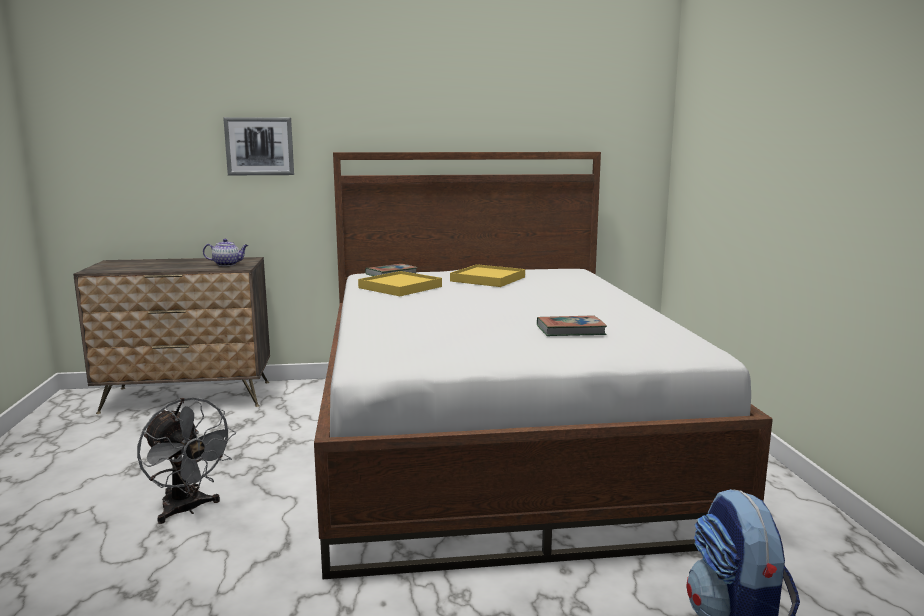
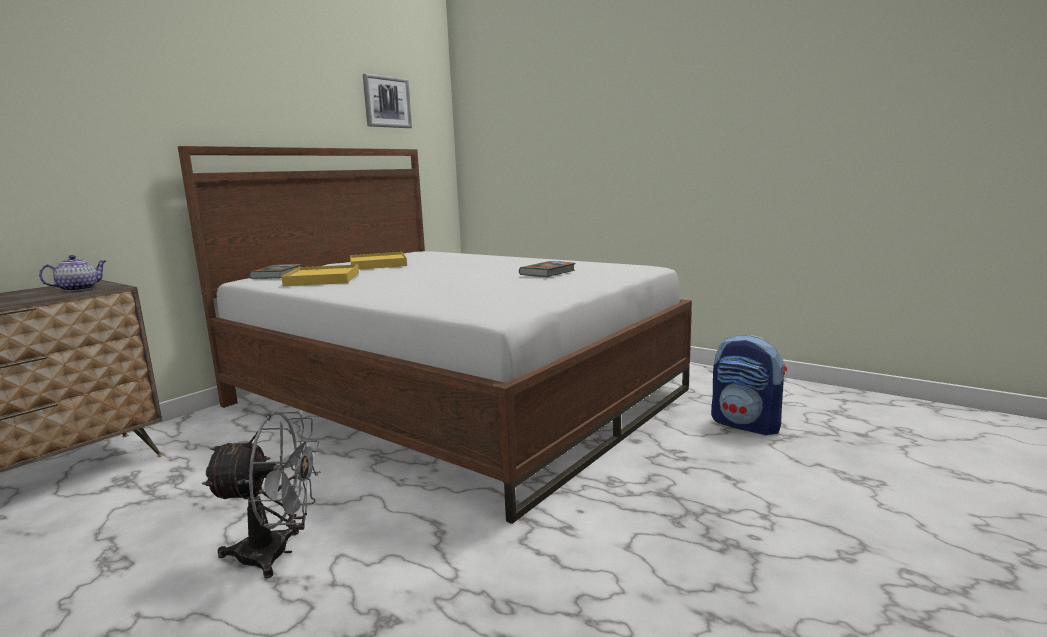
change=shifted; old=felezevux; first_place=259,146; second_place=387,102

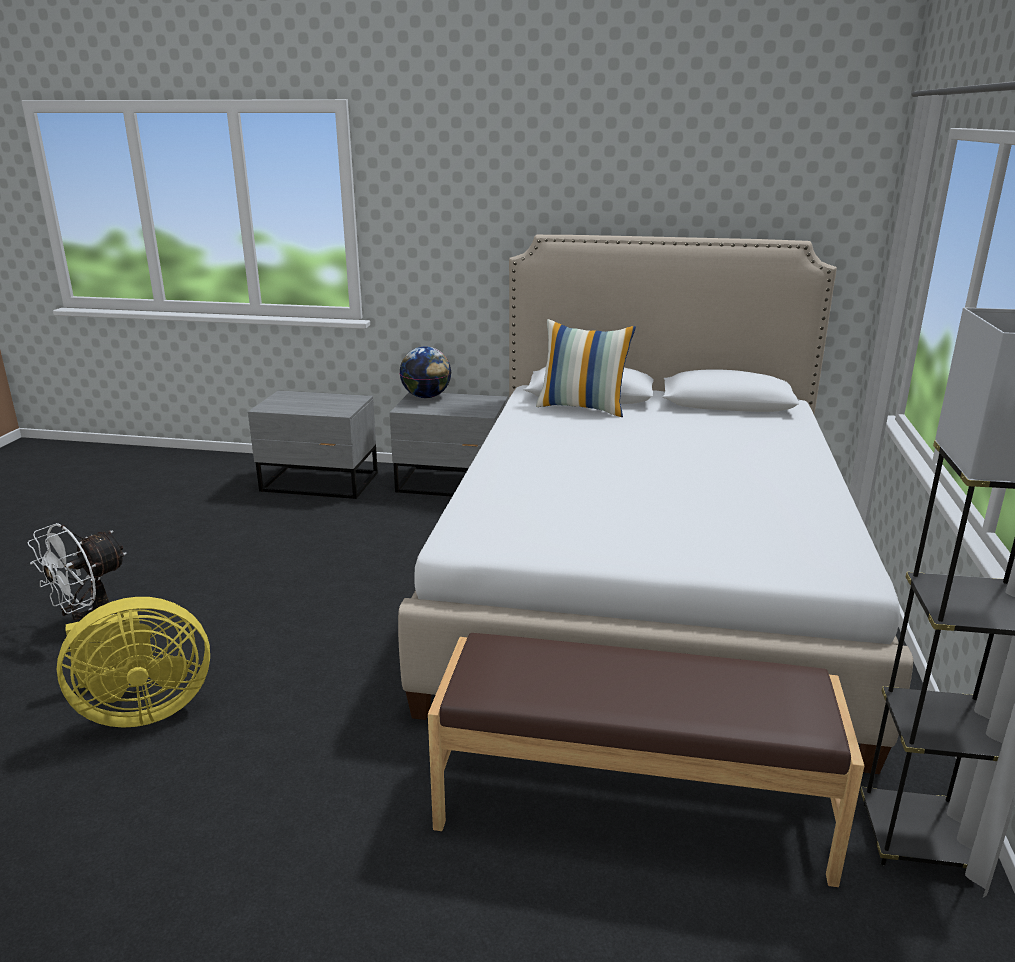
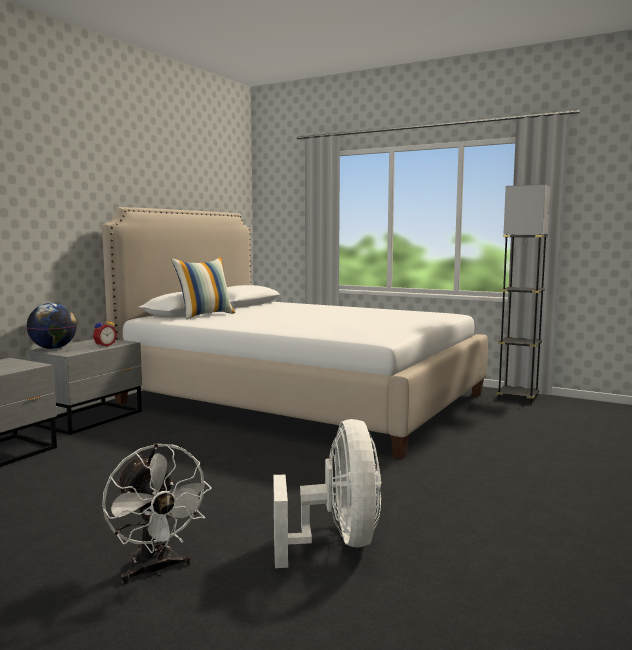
change=gone; old=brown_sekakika; first_place=631,806
change=new; new=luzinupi; second_place=104,346
change=repainted; old=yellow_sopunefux; new=white_sopunefux; first_place=141,710; second_place=337,542

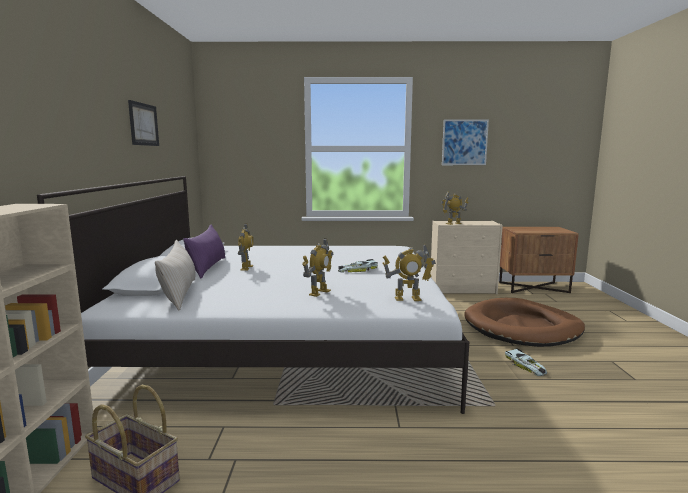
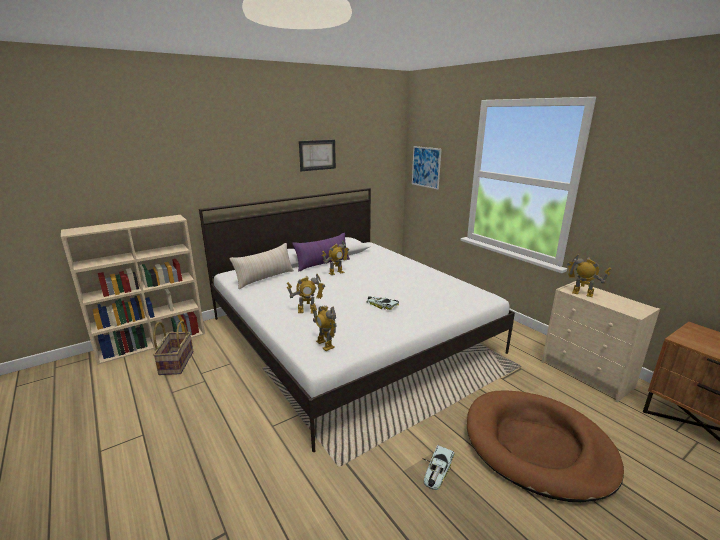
change=shifted; old=felezevux; first_place=464,142; second_place=426,167

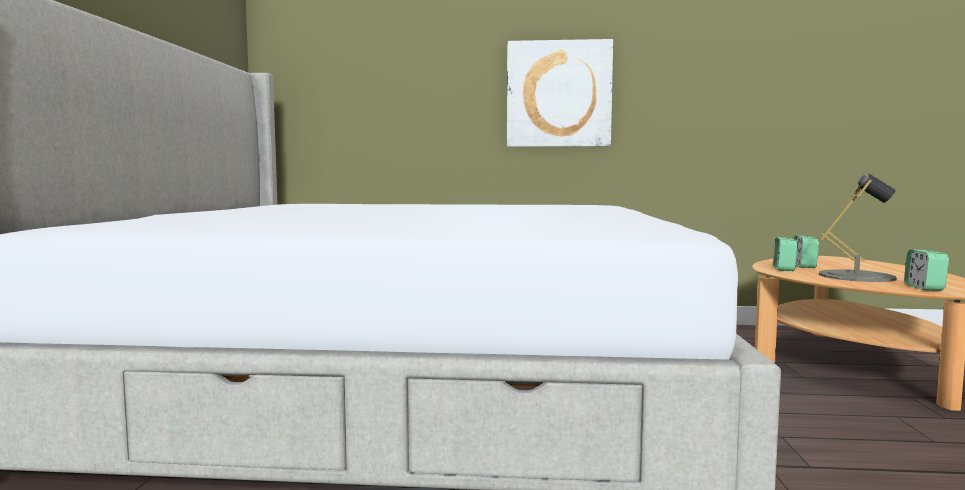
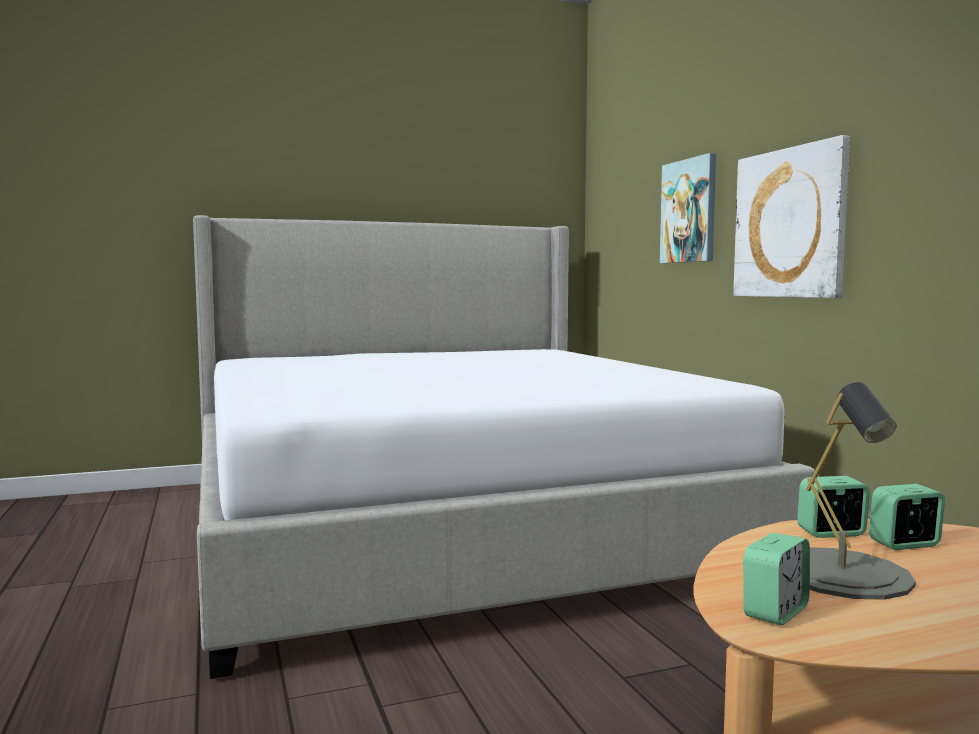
change=new; new=felezevux; second_place=689,211
change=rotated; old=luzinupi; first_place=924,288; second_place=775,611; degrees=150

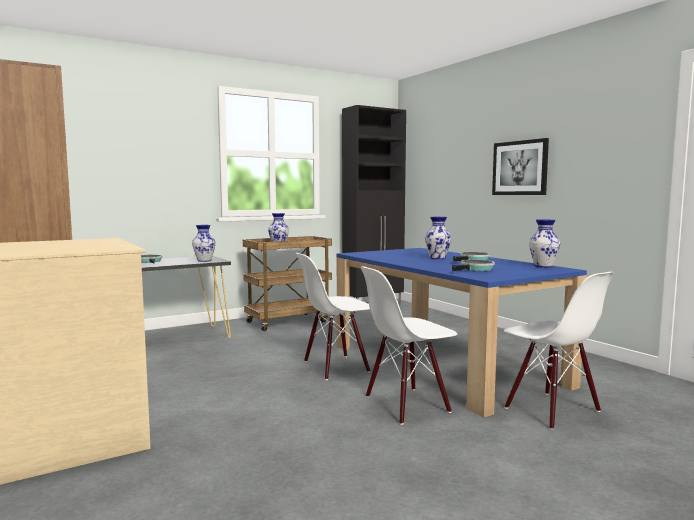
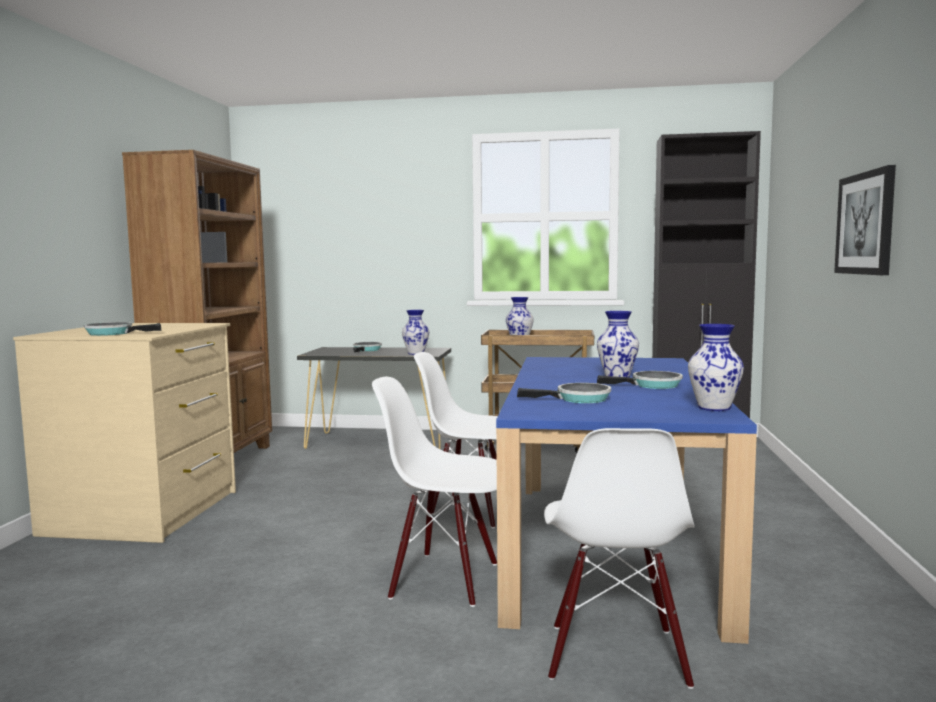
change=new; new=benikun; second_place=113,333

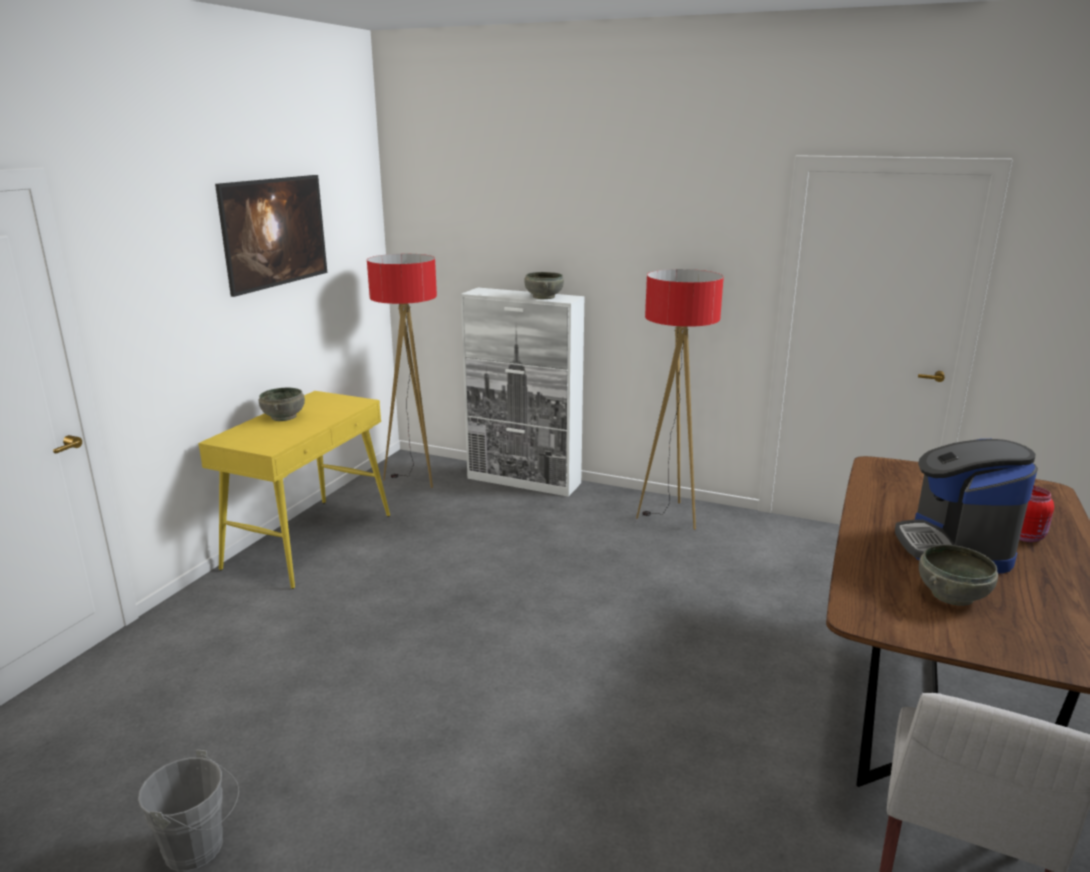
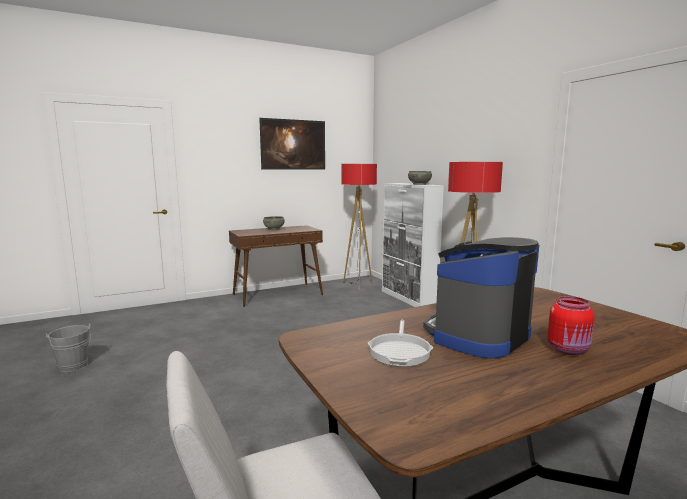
change=swapped; old=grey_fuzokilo; new=benikun; first_place=951,594; second_place=400,351
change=repainted; old=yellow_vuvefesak; new=brown_vuvefesak; first_place=310,540; second_place=278,294

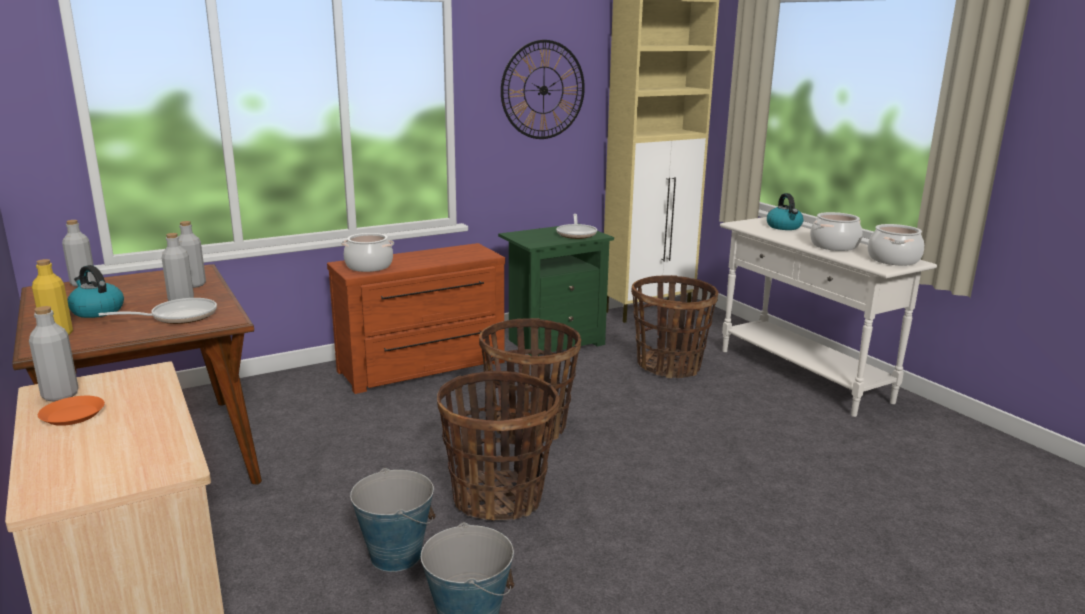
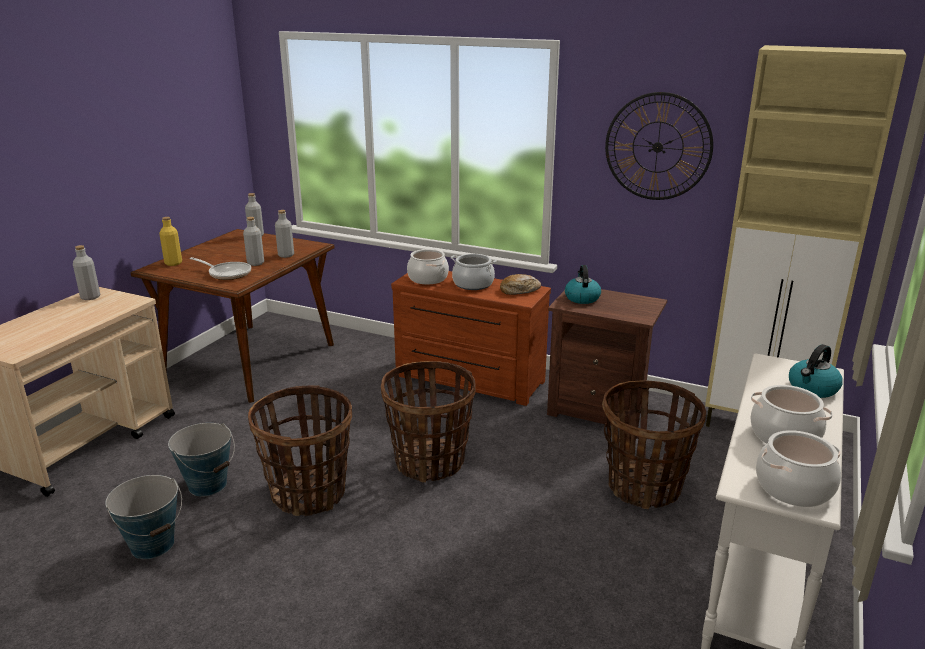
change=gone; old=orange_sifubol; first_place=73,415
change=gone; old=benikun; first_place=576,234
change=new; new=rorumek; second_place=473,284
change=new; new=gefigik; second_place=519,290
change=shifted; old=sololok; first_place=97,311; second_place=581,298
change=repainted; old=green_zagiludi; new=brown_zagiludi; first_place=554,342; second_place=600,410

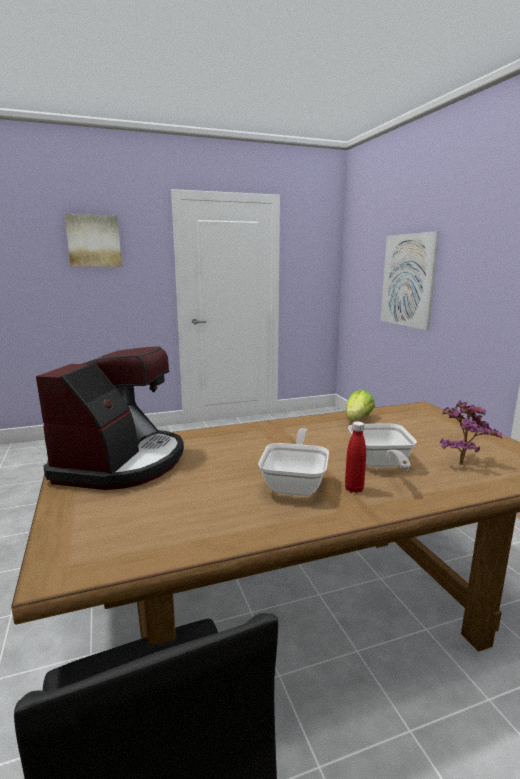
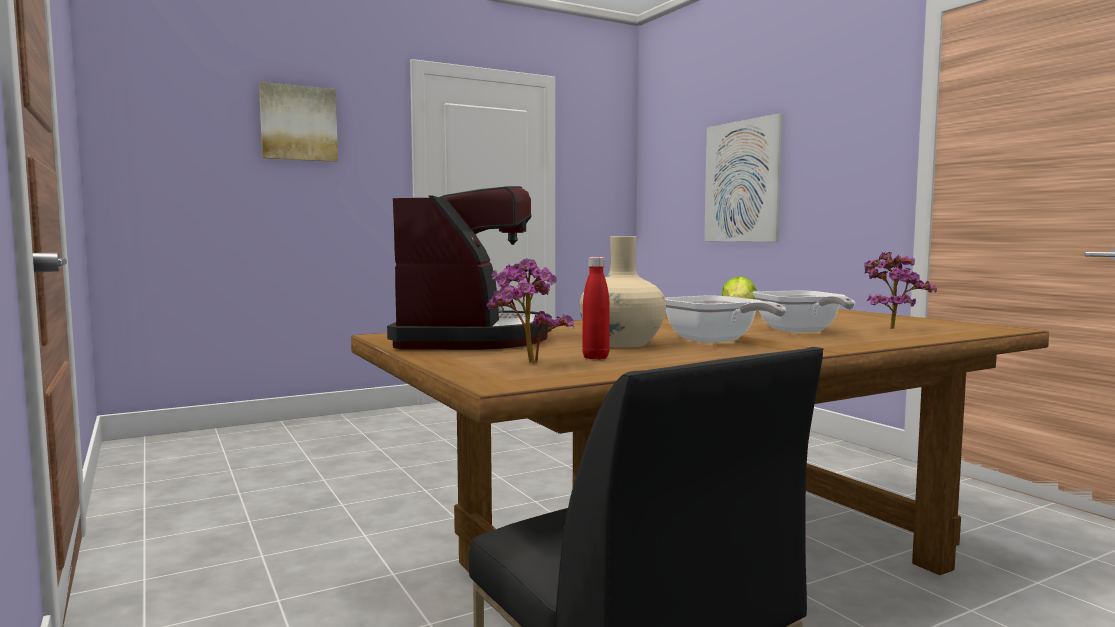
change=new; new=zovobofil; second_place=526,363
change=new; new=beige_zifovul; second_place=622,344
change=shifted; old=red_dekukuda; first_place=354,489; second_place=595,357
change=rotated; old=benikun; first_place=295,483; second_place=715,341; degrees=150

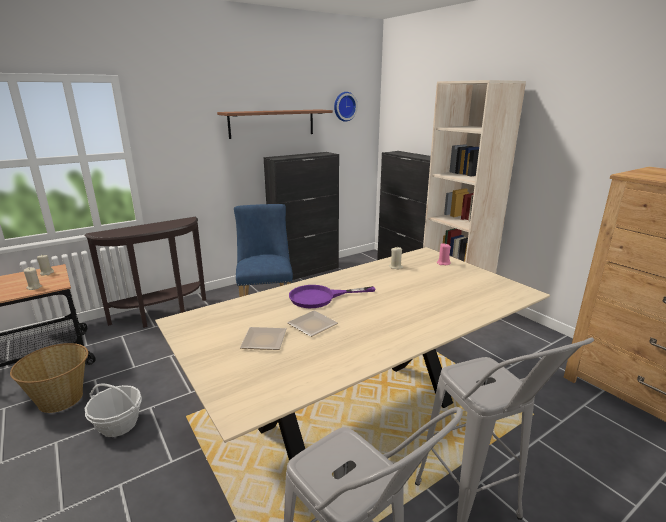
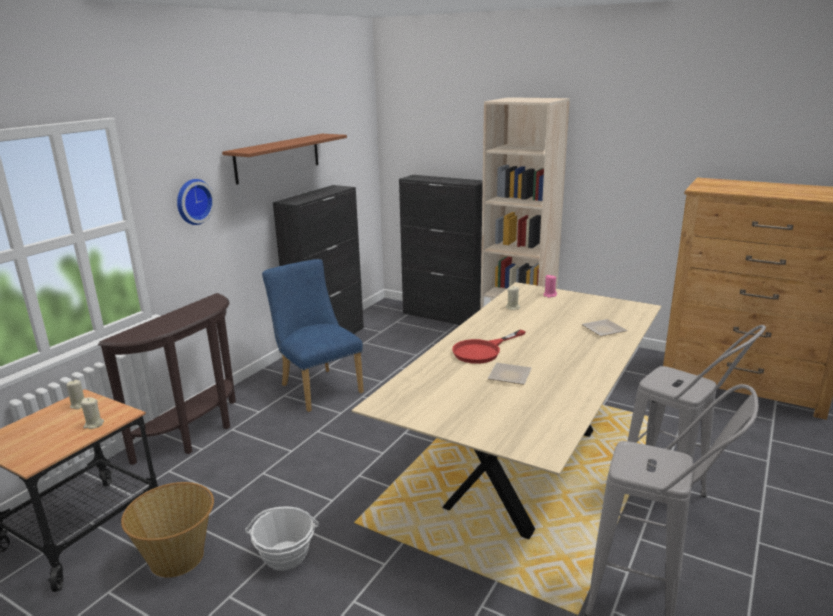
change=shifted; old=sifubol; first_place=262,341; second_place=603,330
change=shifted; old=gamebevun; first_place=344,106; second_place=193,201
change=repainted; old=purple_benikun; new=red_benikun; first_place=320,297; second_place=483,351

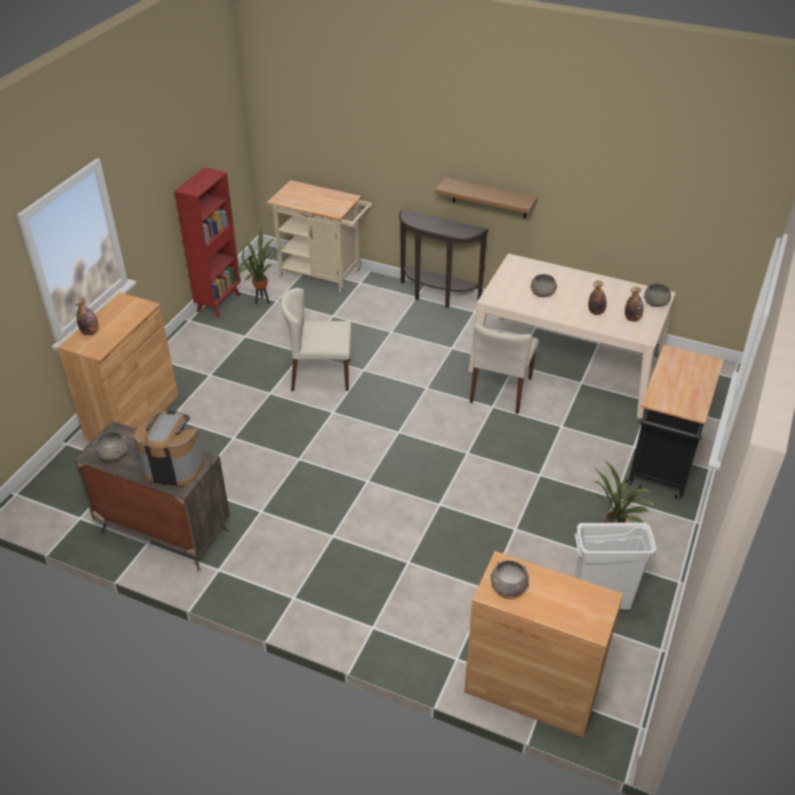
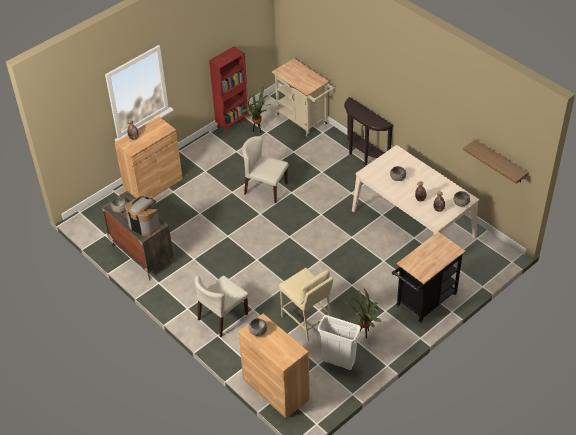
change=new; new=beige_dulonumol; second_place=307,320
change=shifted; old=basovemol; first_place=489,198; second_place=500,162
change=shifted; old=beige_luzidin; first_place=501,390; second_place=222,317

